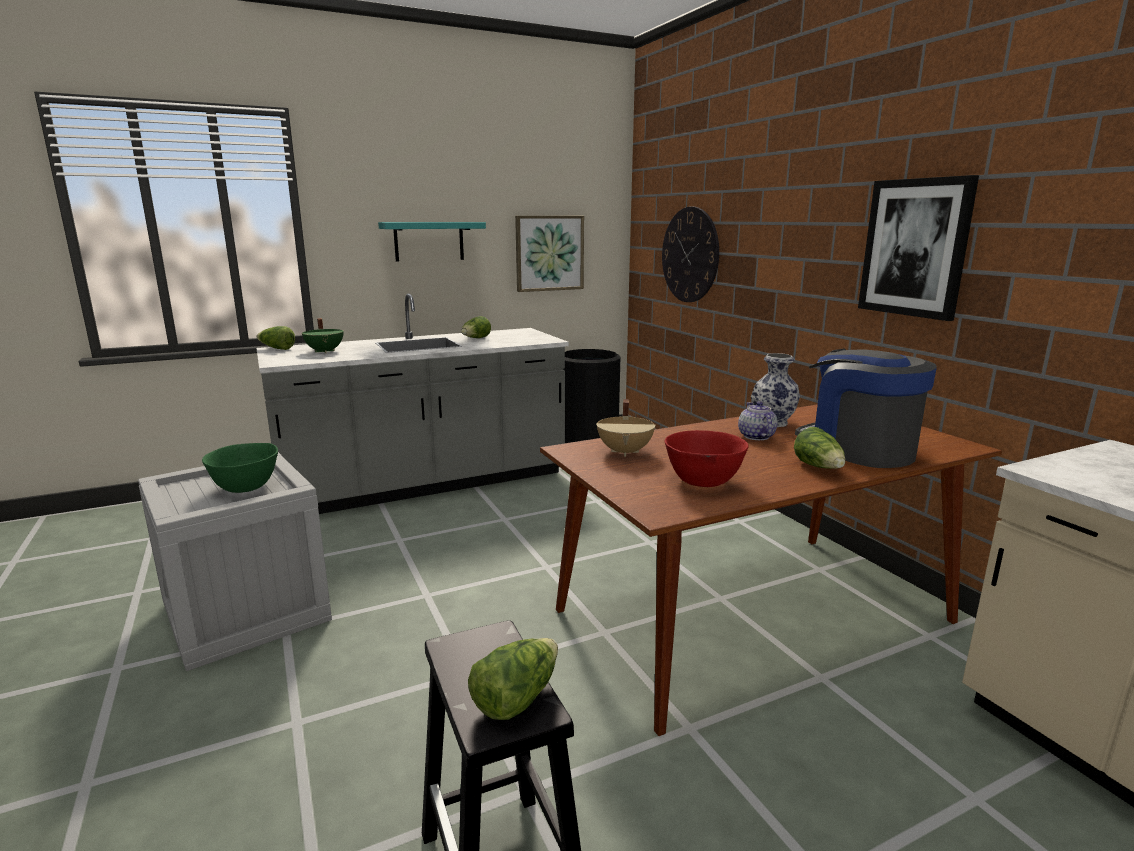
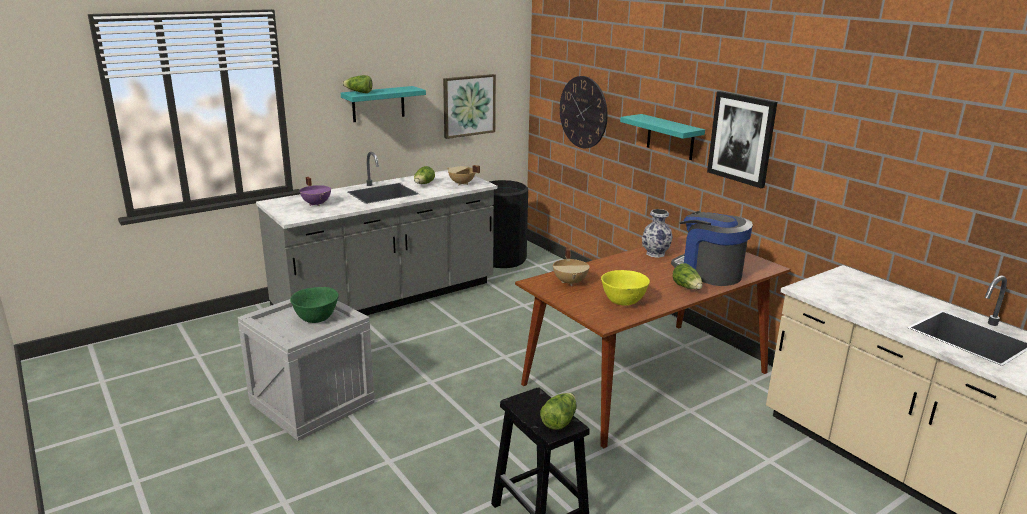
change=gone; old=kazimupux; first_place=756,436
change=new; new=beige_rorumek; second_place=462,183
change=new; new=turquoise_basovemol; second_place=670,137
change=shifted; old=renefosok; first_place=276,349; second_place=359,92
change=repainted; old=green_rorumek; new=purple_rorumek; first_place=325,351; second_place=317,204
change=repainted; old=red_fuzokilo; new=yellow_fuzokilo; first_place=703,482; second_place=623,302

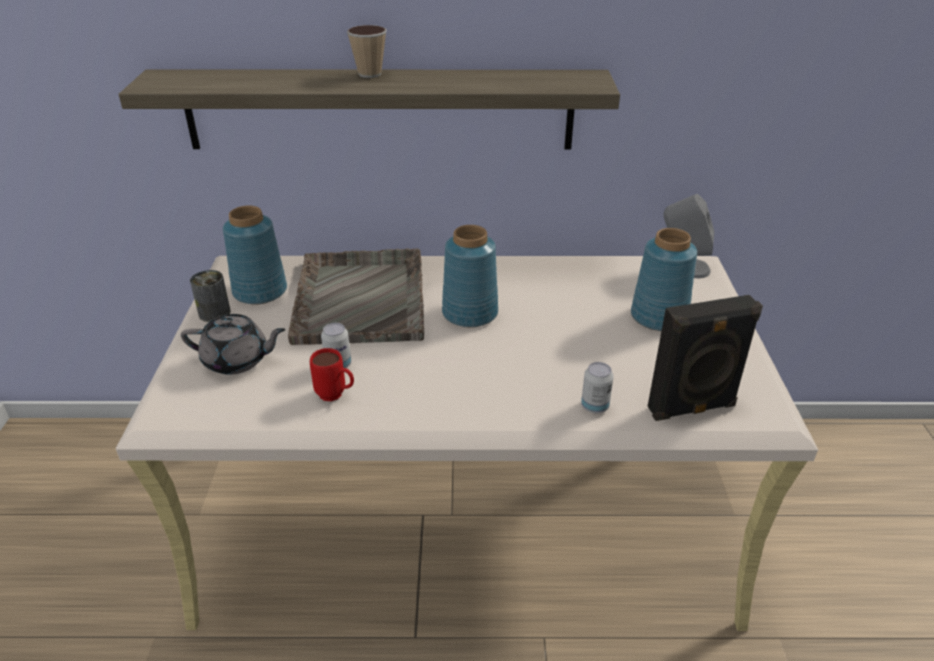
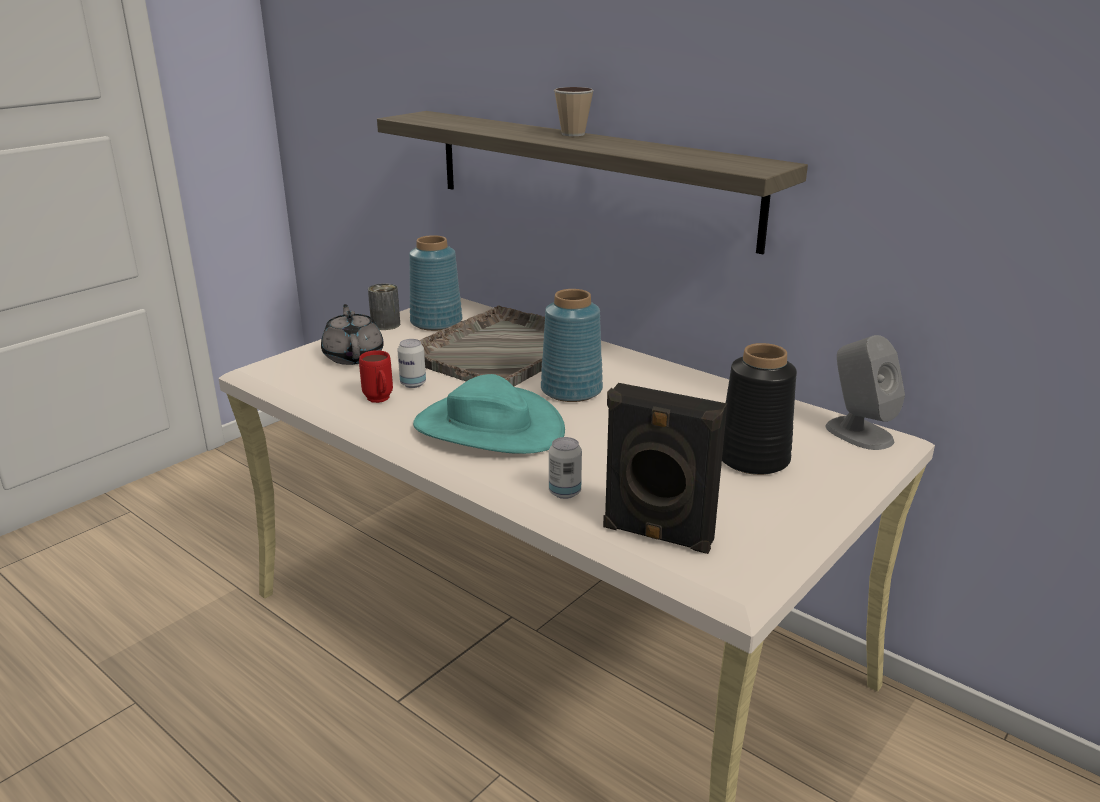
change=new; new=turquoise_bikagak; second_place=488,428
change=repainted; old=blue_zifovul; new=black_zifovul; first_place=657,317; second_place=752,458
change=rotated; old=grey_kazimupux; first_place=237,360; second_place=353,356; degrees=-150

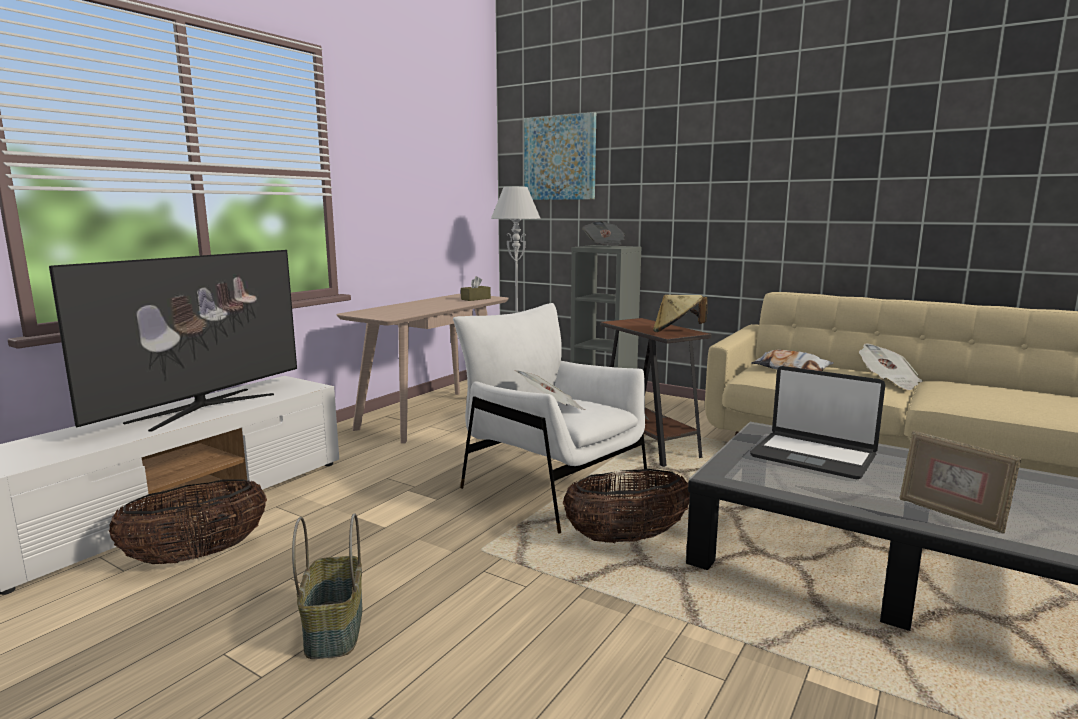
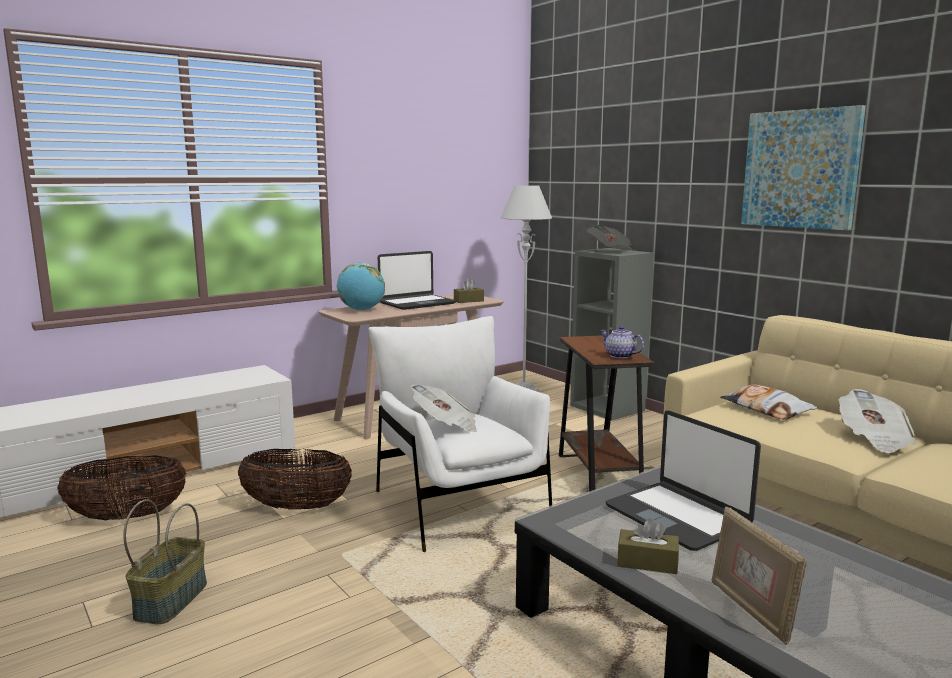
change=gone; old=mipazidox; first_place=202,408
change=new; new=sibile; second_place=361,310
change=new; new=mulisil; second_place=417,303
change=new; new=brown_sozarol; second_place=647,562
change=shifted; old=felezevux; first_place=560,158; second_place=800,169
change=shifted; old=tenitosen; first_place=626,538; second_place=296,507
change=swapped; old=beige_bikagak; new=kazimupux; first_place=677,331; second_place=619,356

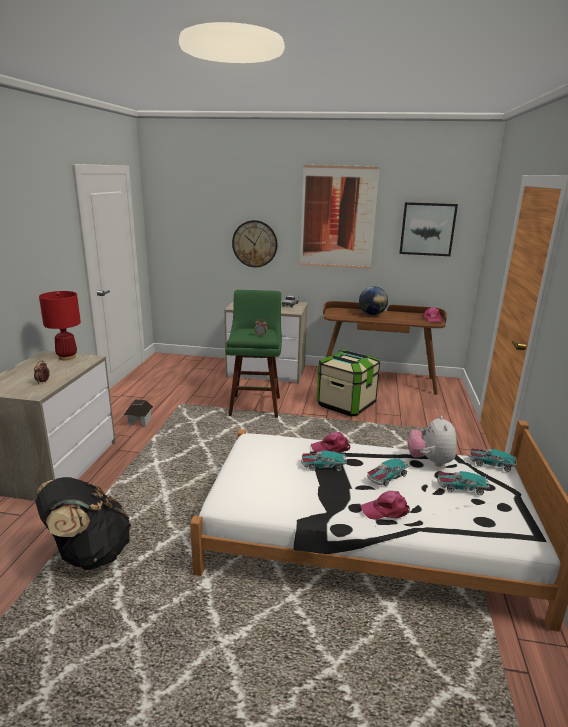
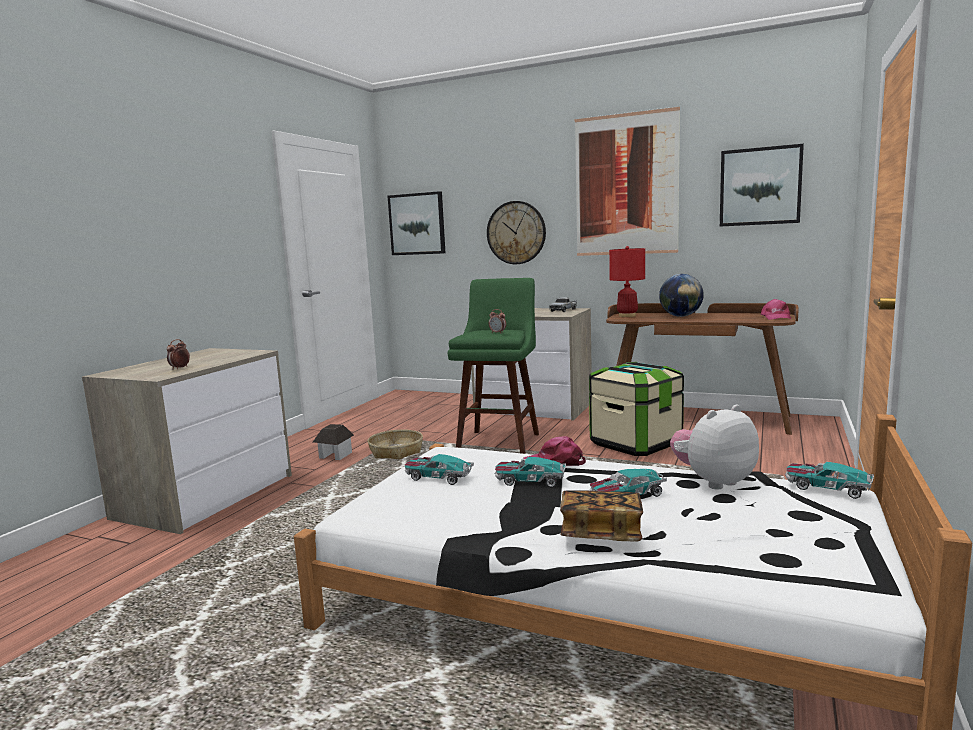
change=gone; old=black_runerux; first_place=89,554
change=new; new=tenitosen; second_place=396,452
change=new; new=felezevux; second_place=417,224
change=shifted; old=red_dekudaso; first_place=67,357; second_place=627,315
change=shifted; old=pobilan; first_place=461,487; second_place=438,477
change=swapped; old=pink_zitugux; new=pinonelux; first_place=386,510; second_place=601,534
change=rotated; old=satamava; first_place=430,461; second_place=713,481; degrees=45

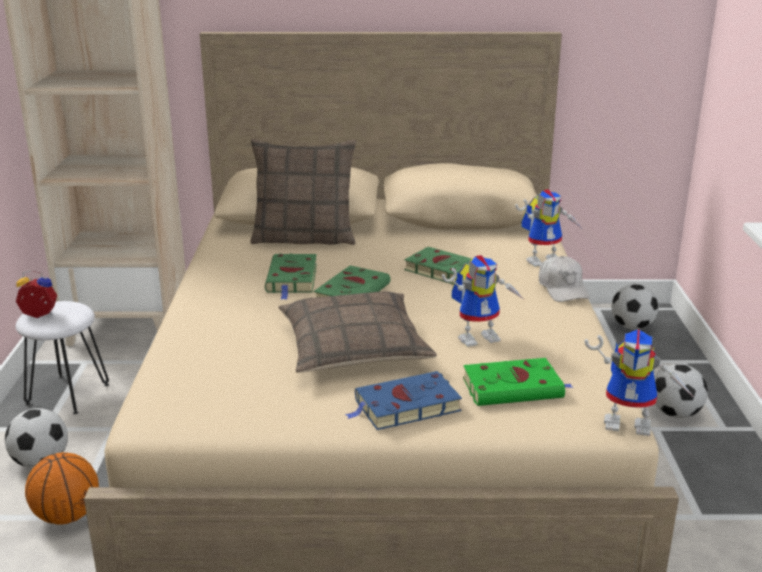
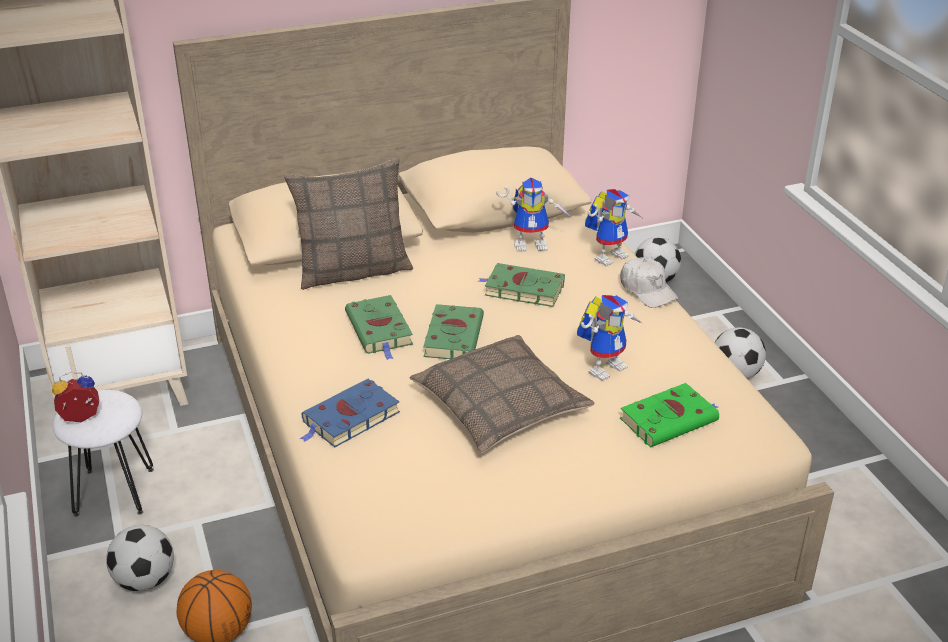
change=shifted; old=blue_pinonelux; first_place=404,407; second_place=349,418
change=shifted; old=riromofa; first_place=631,423; second_place=533,244

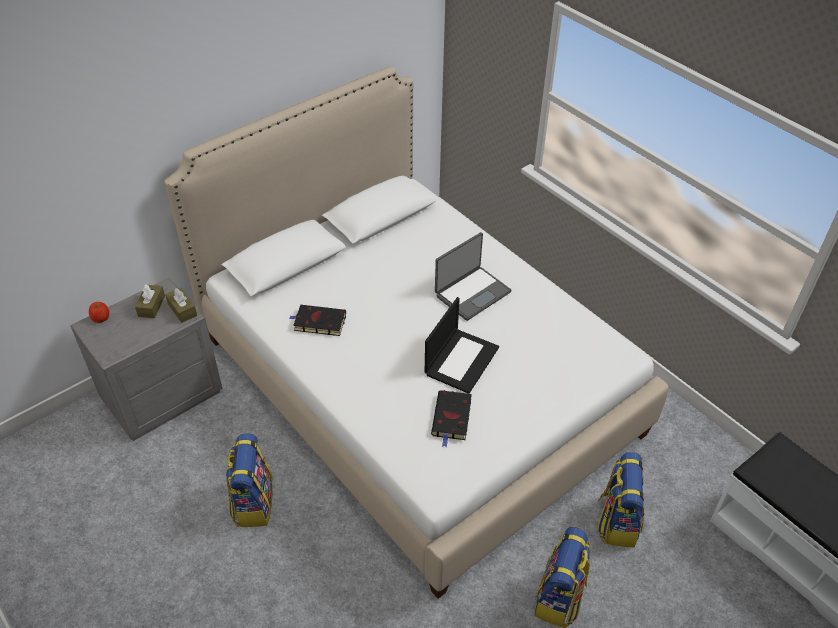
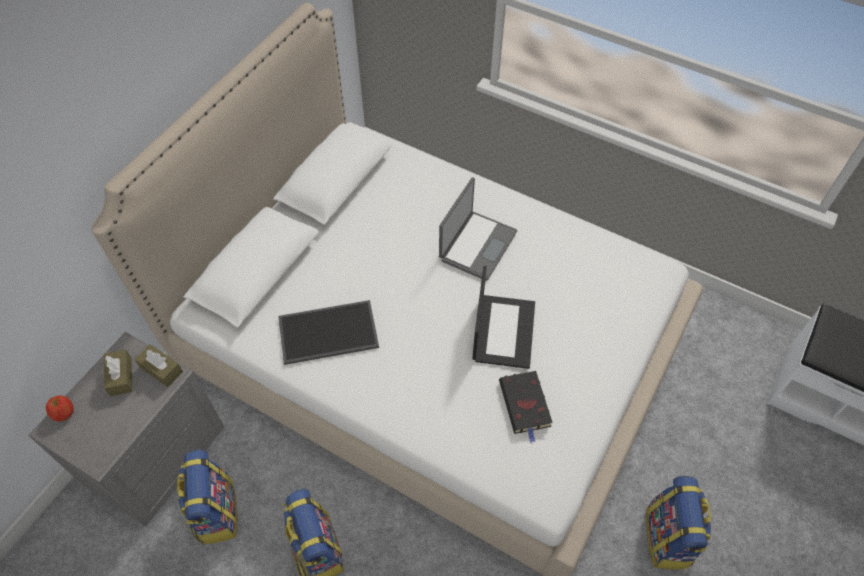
change=shifted; old=runerux; first_place=616,521; second_place=215,512
change=swapped; old=black_pinonelux; new=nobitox; first_place=318,322; second_place=327,334

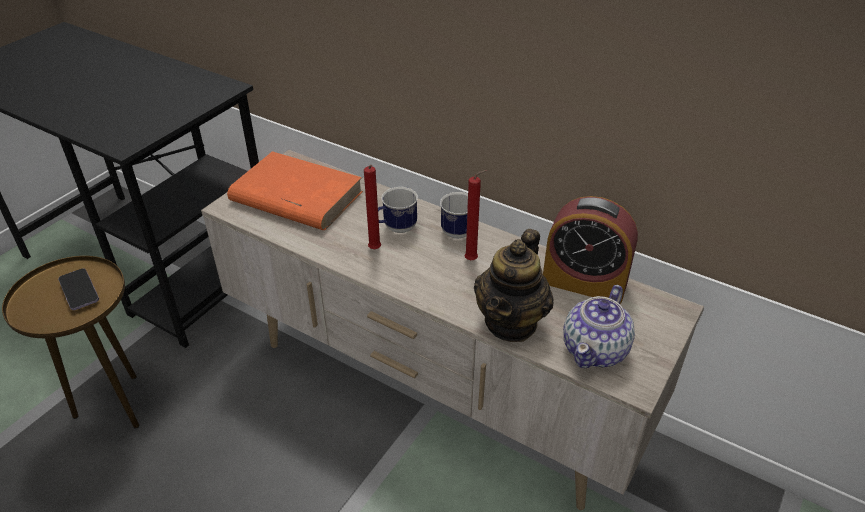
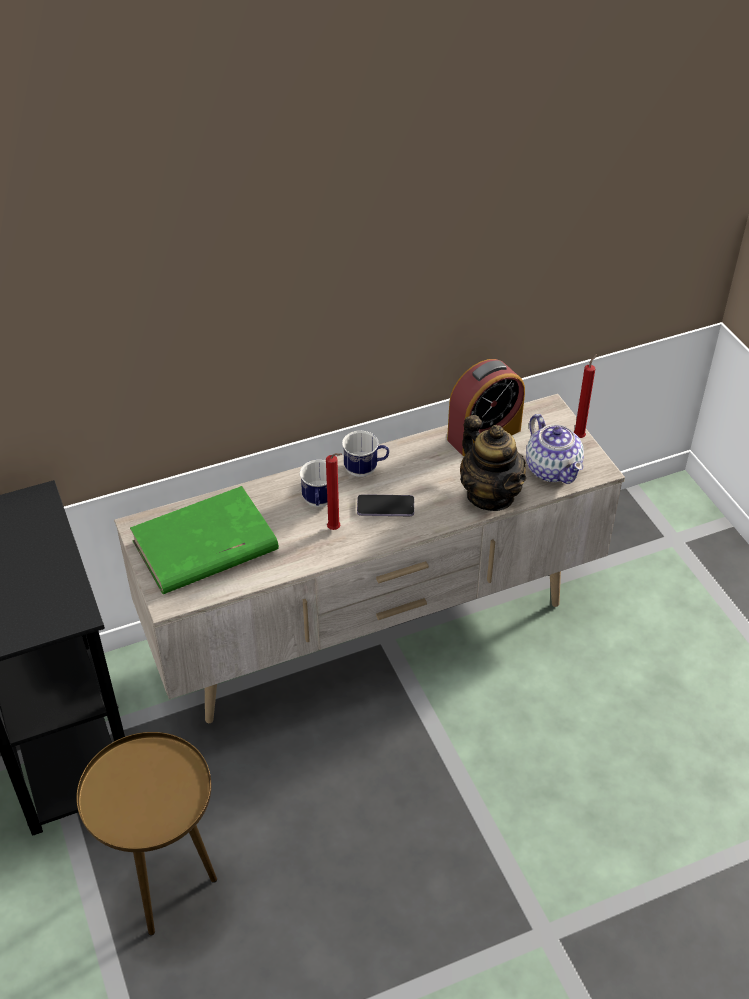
change=shifted; old=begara; first_place=79,290; second_place=385,507
change=shifted; old=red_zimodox; first_place=473,260; second_place=580,436
change=repainted; old=orange_pinonelux; new=green_pinonelux; first_place=295,197; second_place=204,547

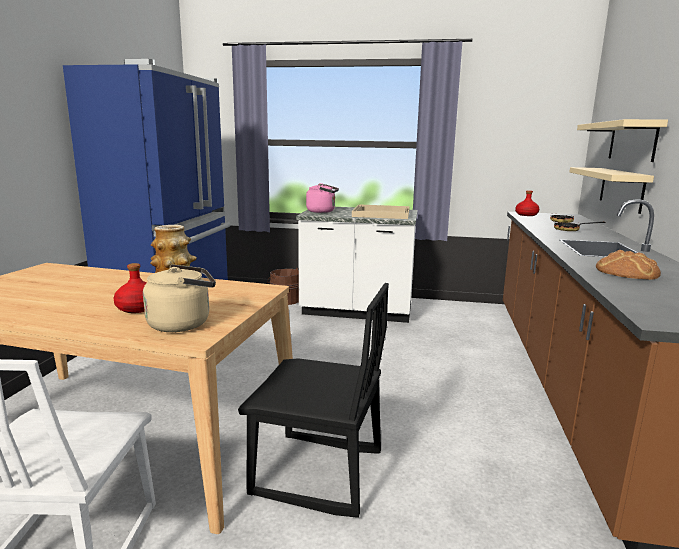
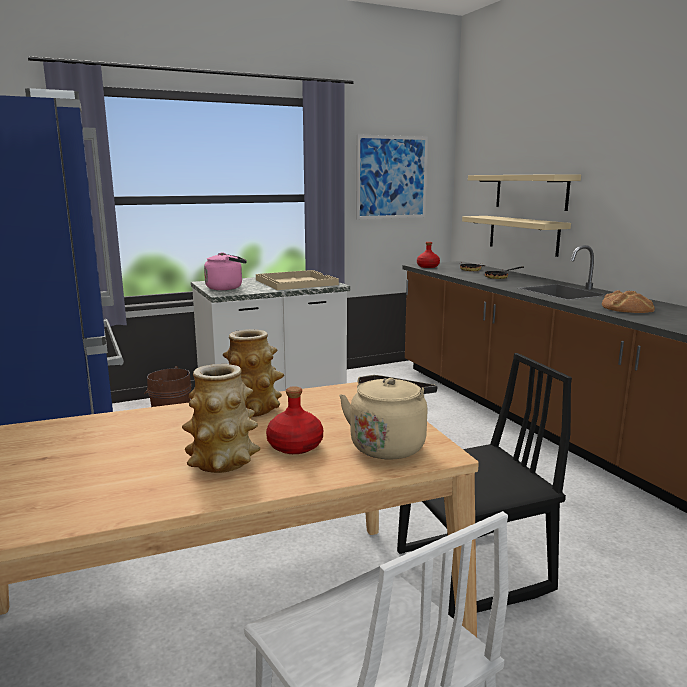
change=new; new=zifovul; second_place=223,462
change=new; new=felezevux; second_place=392,177

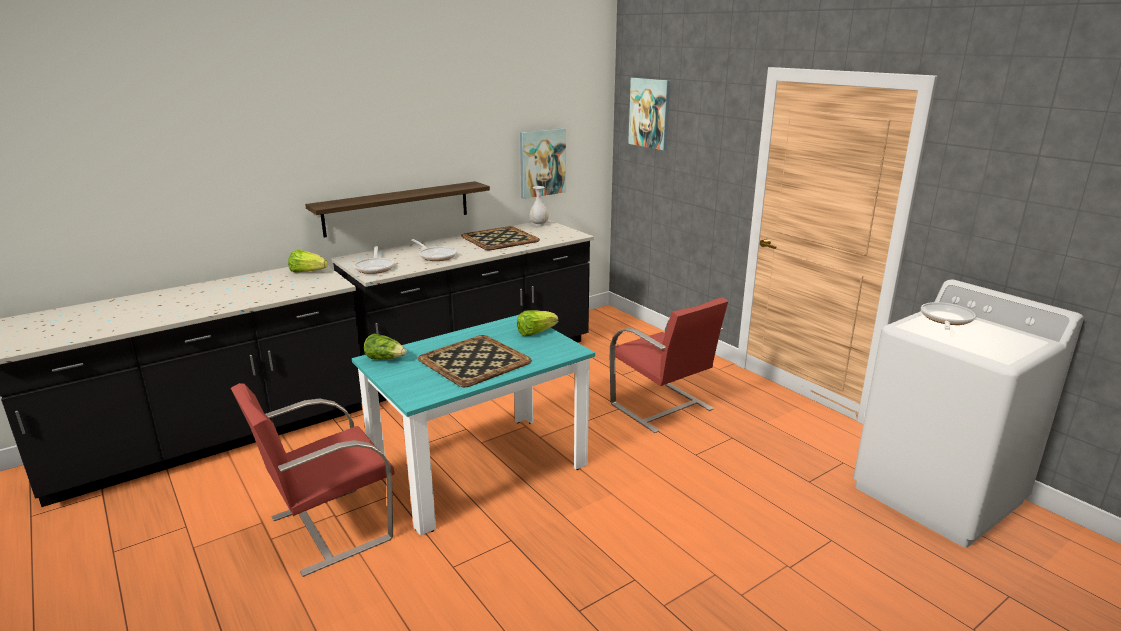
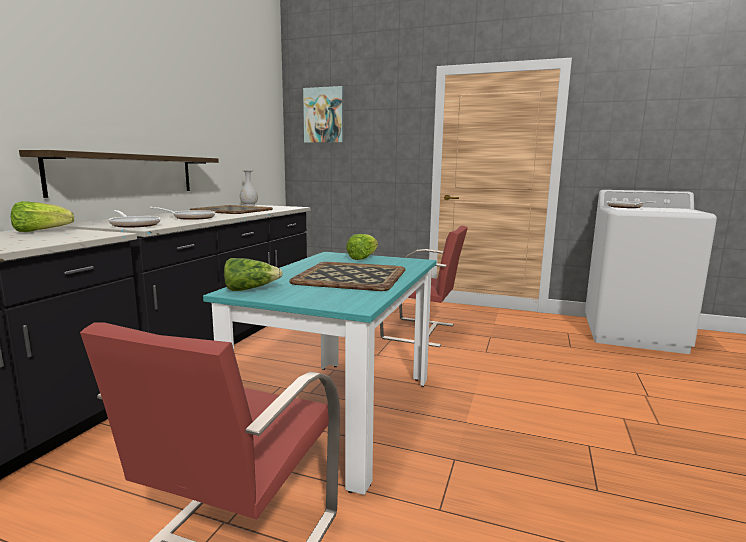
change=gone; old=felezevux; first_place=542,162

